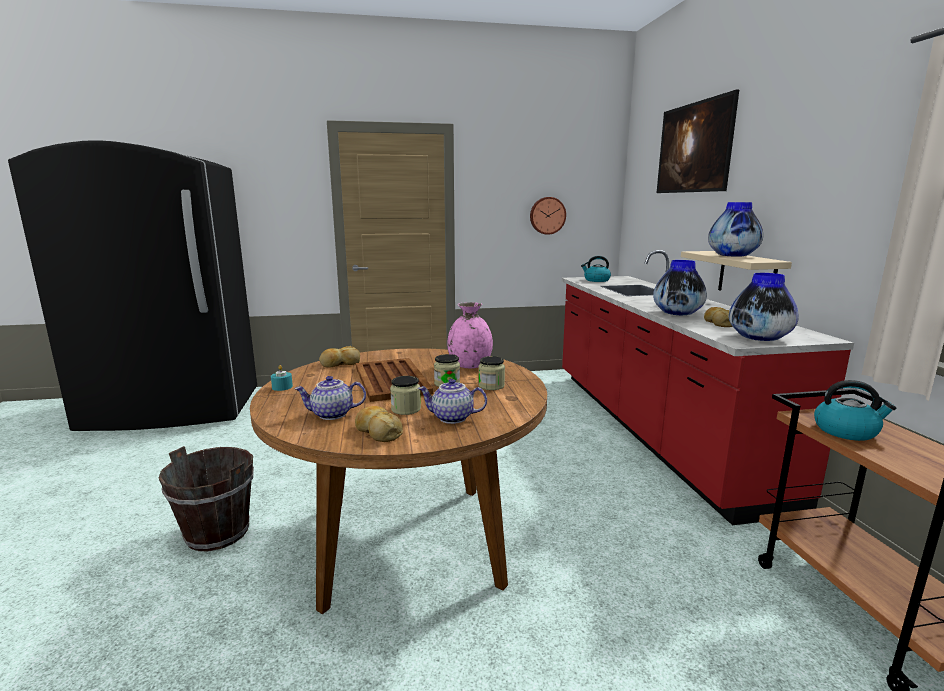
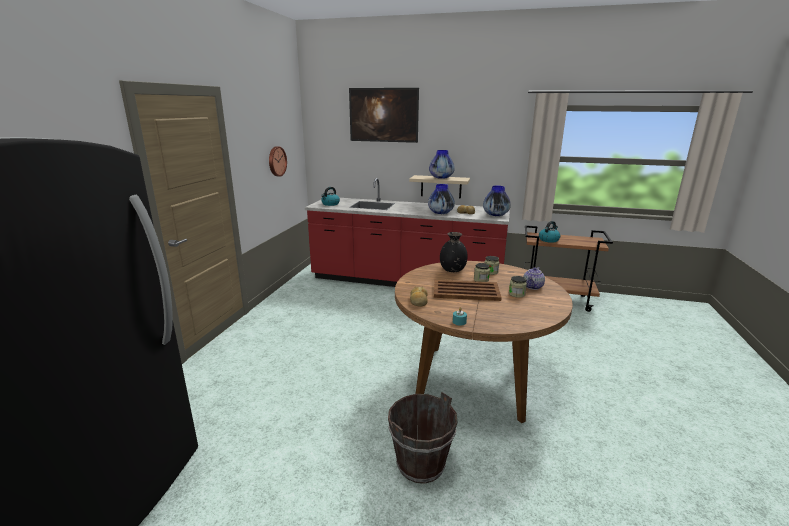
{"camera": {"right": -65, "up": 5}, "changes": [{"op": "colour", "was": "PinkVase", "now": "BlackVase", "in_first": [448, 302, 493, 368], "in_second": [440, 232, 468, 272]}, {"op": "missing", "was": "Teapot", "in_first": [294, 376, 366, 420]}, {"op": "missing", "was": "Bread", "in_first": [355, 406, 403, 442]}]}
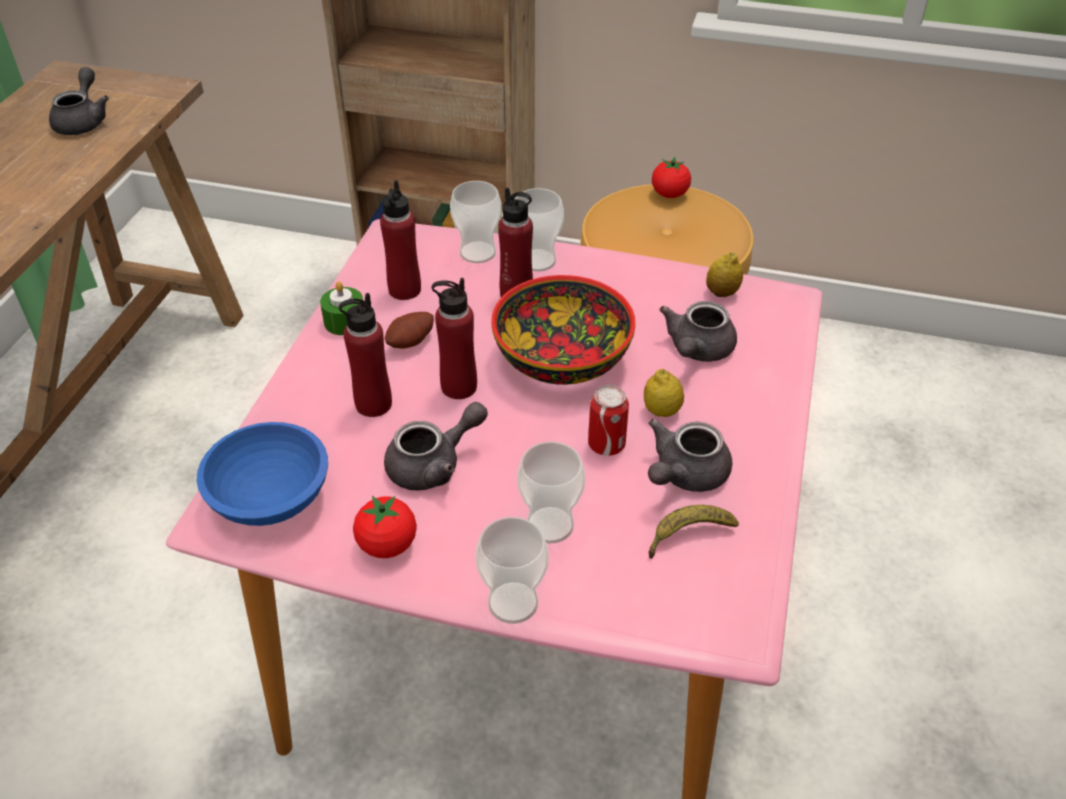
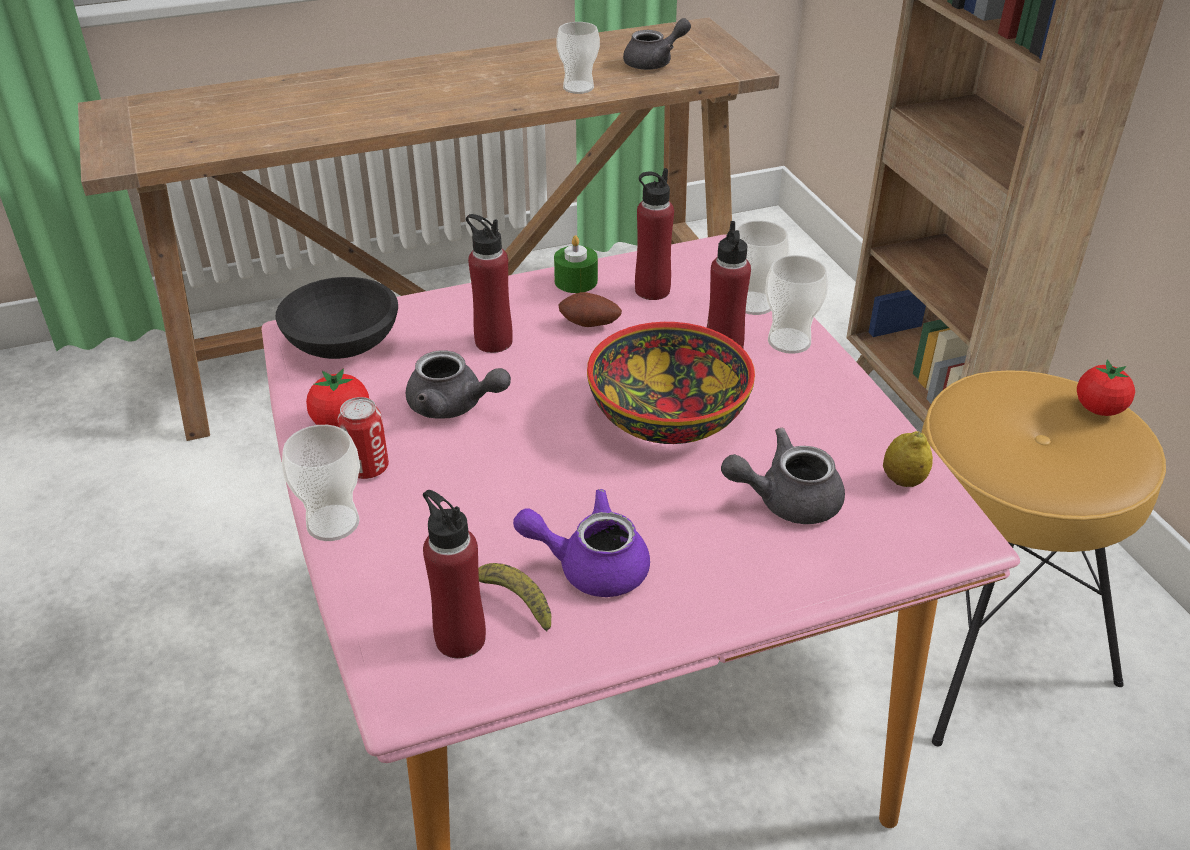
{"camera": {"right": 55, "up": -5}, "changes": [{"op": "colour", "was": "BlueBowl", "now": "BlackBowl", "in_first": [197, 422, 328, 526], "in_second": [275, 277, 398, 359]}, {"op": "relocated", "was": "Can", "in_first": [588, 385, 629, 456], "in_second": [338, 397, 389, 479]}, {"op": "relocated", "was": "RedBottle", "in_first": [432, 278, 477, 399], "in_second": [423, 490, 486, 658]}, {"op": "colour", "was": "GreyTeapot", "now": "PurpleTeapot", "in_first": [648, 419, 732, 492], "in_second": [513, 489, 650, 597]}, {"op": "relocated", "was": "Cup", "in_first": [517, 441, 585, 544], "in_second": [556, 22, 600, 94]}, {"op": "missing", "was": "Lemon", "in_first": [644, 369, 684, 417]}]}
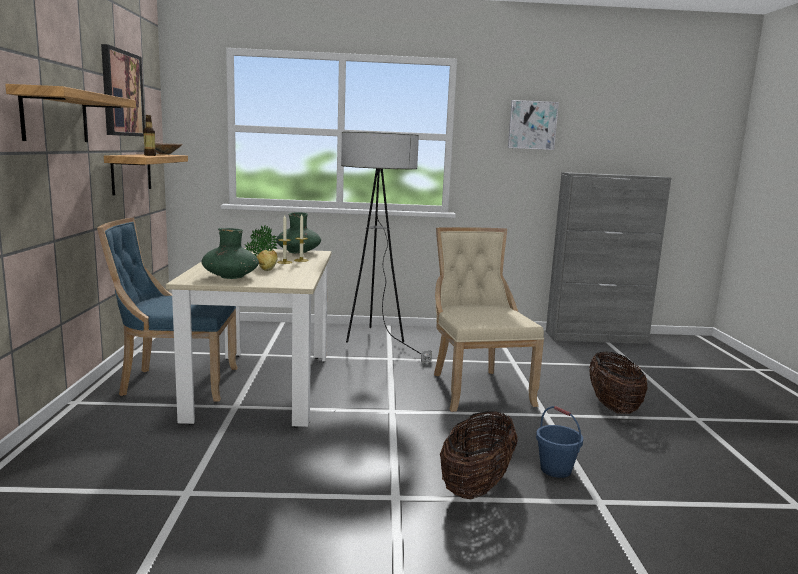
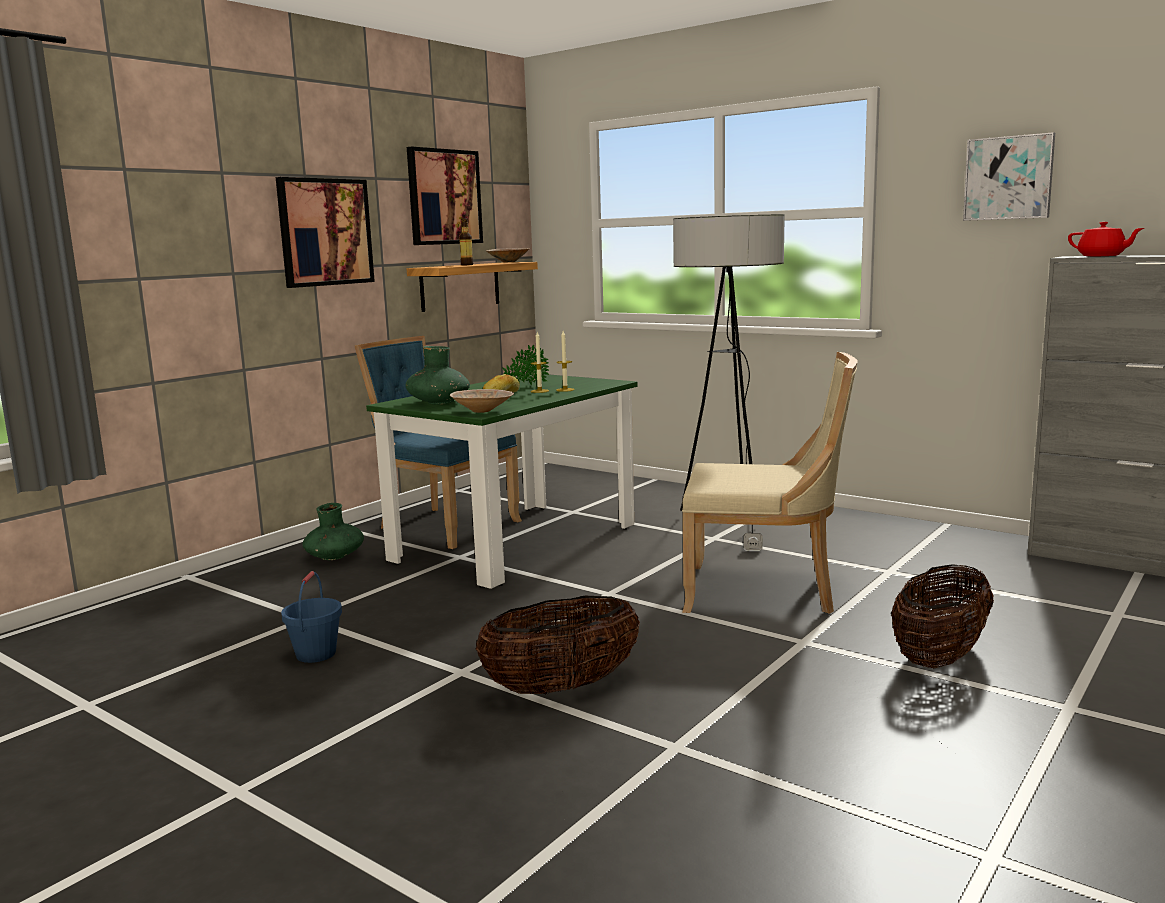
{"camera": {"right": 40, "up": 0}, "changes": [{"op": "exchanged", "was": "Shelf", "now": "Picture", "in_first": [5, 84, 136, 142], "in_second": [276, 177, 375, 288]}, {"op": "relocated", "was": "BlueBucket", "in_first": [536, 406, 583, 478], "in_second": [281, 571, 342, 663]}, {"op": "relocated", "was": "GreenVase", "in_first": [276, 212, 321, 253], "in_second": [303, 503, 364, 560]}, {"op": "colour", "was": "BeigeDiningTable", "now": "GreenDiningTable", "in_first": [166, 248, 332, 428], "in_second": [366, 373, 638, 589]}, {"op": "appeared", "now": "BeigeBowl", "in_second": [450, 389, 514, 413]}, {"op": "spun", "was": "BeigeChair", "in_first": [434, 227, 544, 412], "in_second": [682, 352, 857, 614], "clockwise": 75}, {"op": "appeared", "now": "RedTeapot", "in_second": [1068, 222, 1144, 256]}]}
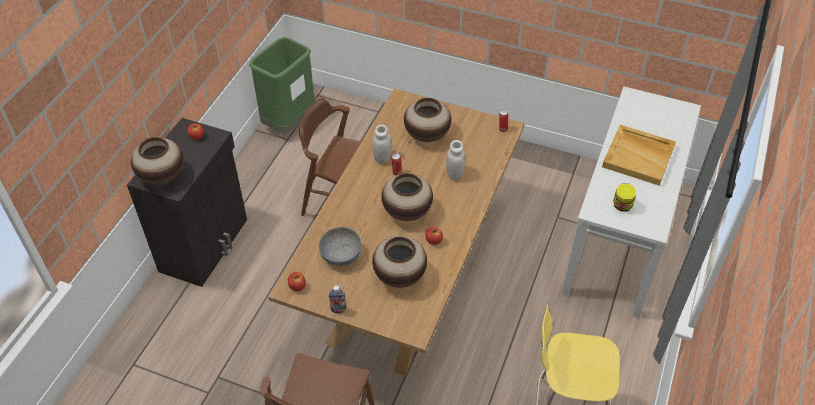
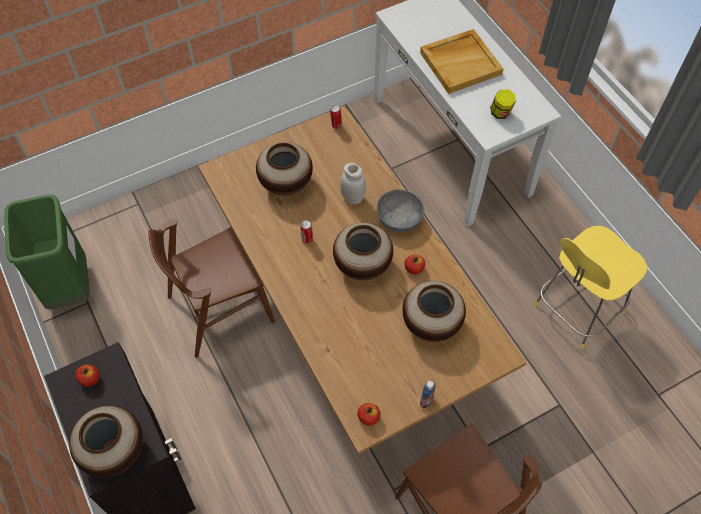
{"camera": {"right": -50, "up": 10}, "changes": [{"op": "relocated", "was": "GreyBowl", "in_first": [319, 227, 362, 266], "in_second": [377, 189, 424, 232]}, {"op": "missing", "was": "WhiteJar", "in_first": [373, 124, 391, 164]}]}
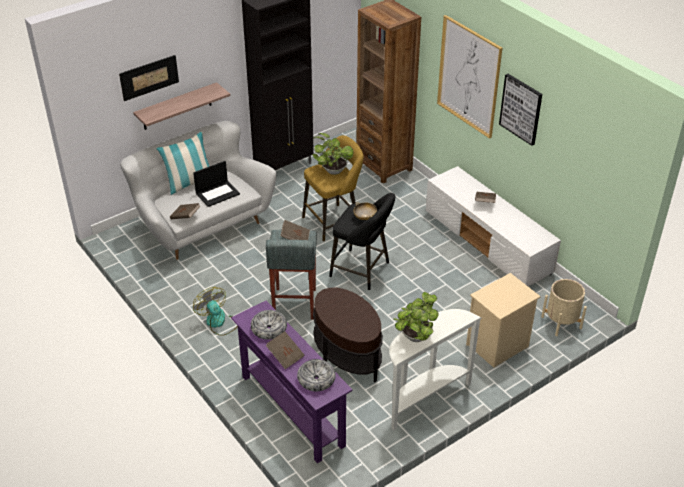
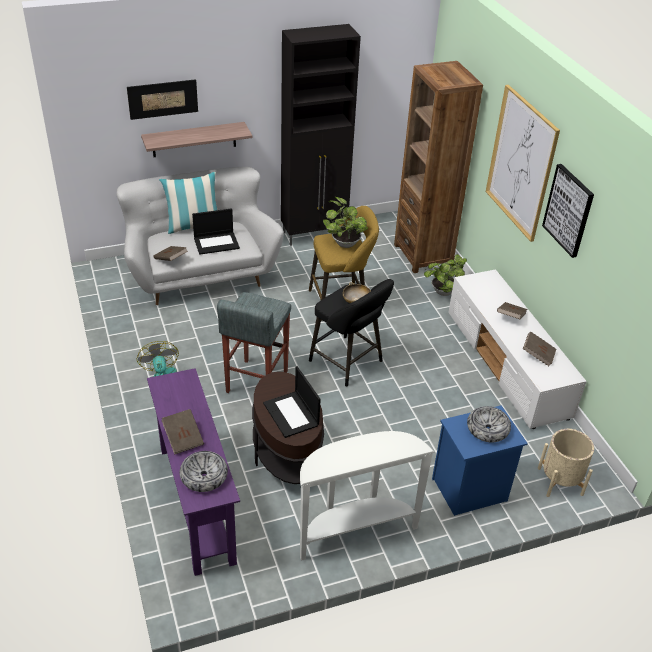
{"camera": {"right": 15, "up": 0}, "changes": [{"op": "appeared", "now": "Laptop", "in_second": [263, 366, 321, 438]}, {"op": "relocated", "was": "PottedPlant", "in_first": [394, 292, 439, 342], "in_second": [424, 254, 467, 296]}, {"op": "colour", "was": "BeigeNightstand", "now": "BlueNightstand", "in_first": [466, 273, 541, 368], "in_second": [432, 405, 528, 516]}, {"op": "relocated", "was": "Bowl", "in_first": [251, 310, 287, 340], "in_second": [467, 406, 511, 442]}, {"op": "relocated", "was": "BrownBook", "in_first": [280, 220, 310, 240], "in_second": [523, 332, 556, 366]}]}
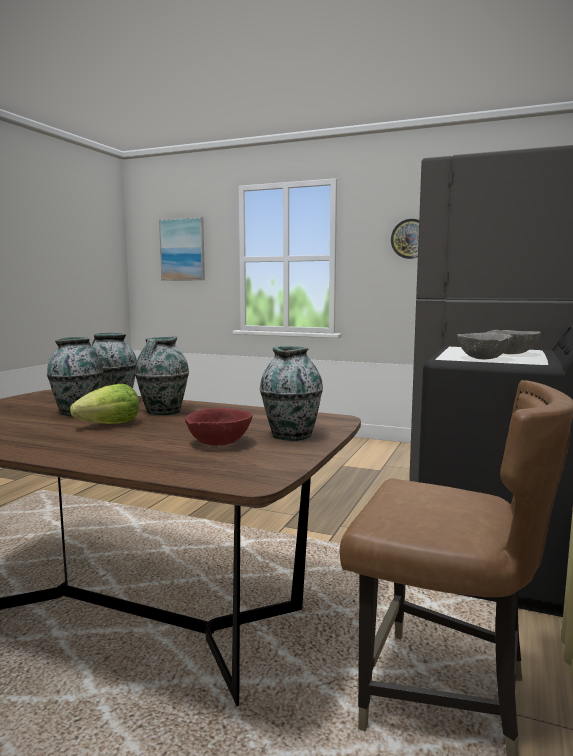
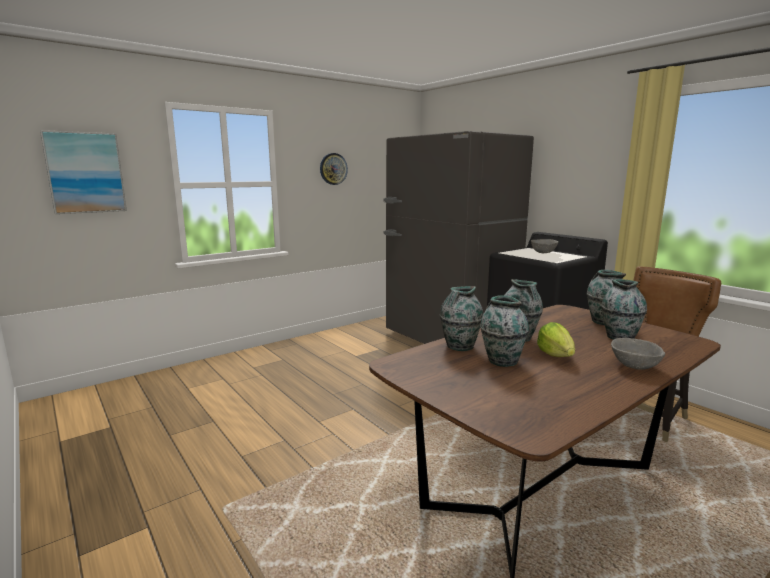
{"camera": {"right": -60, "up": 5}, "changes": [{"op": "exchanged", "was": "RedBowl", "now": "Vase", "in_first": [185, 408, 252, 446], "in_second": [601, 279, 647, 340]}, {"op": "relocated", "was": "GreyBowl", "in_first": [457, 332, 513, 359], "in_second": [611, 338, 665, 370]}]}
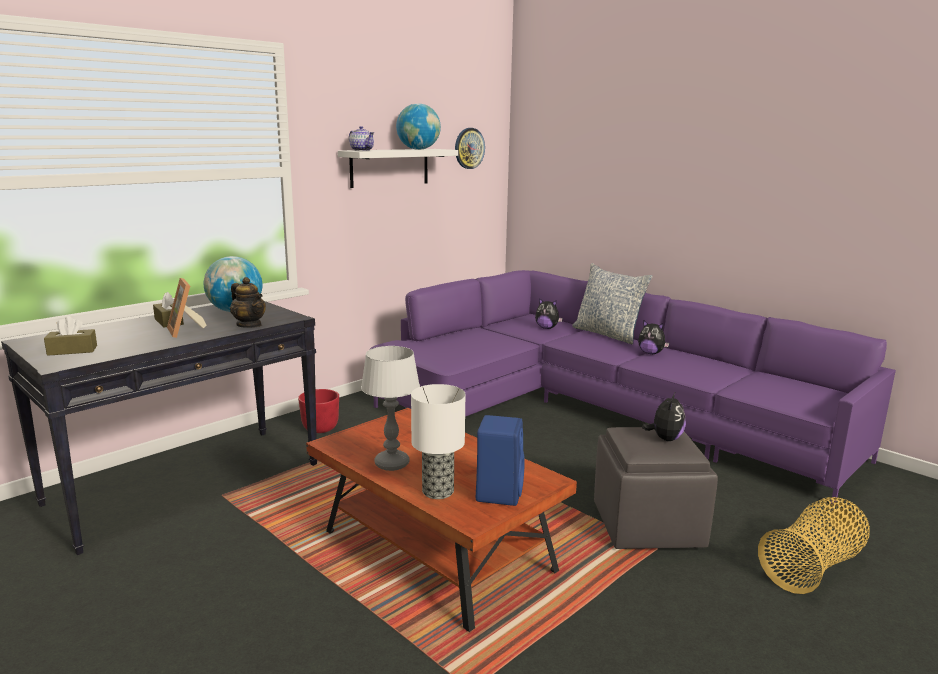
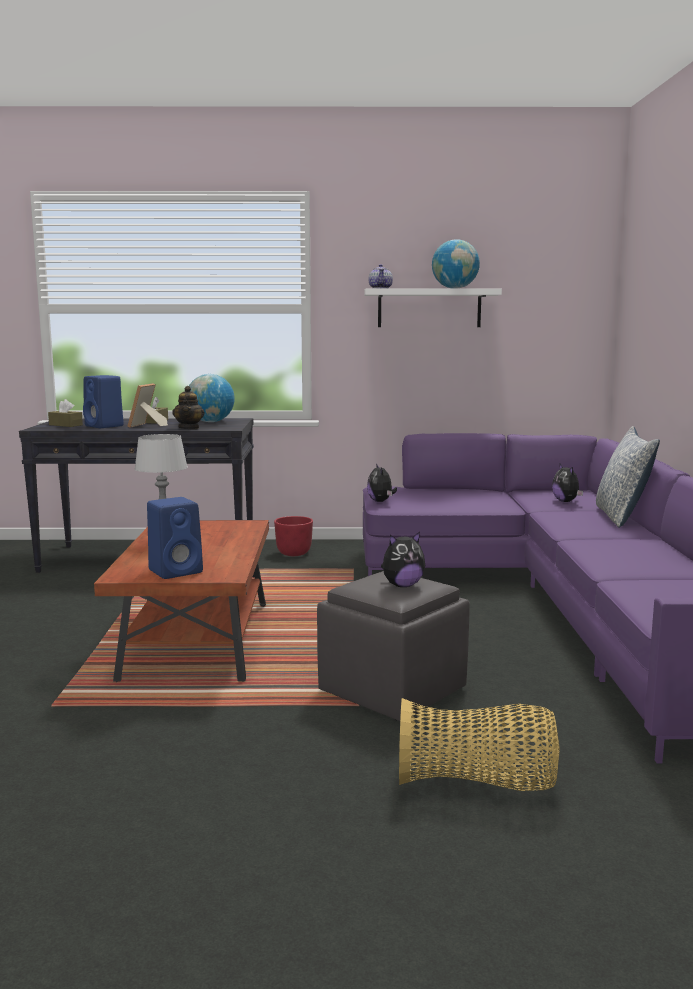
{"camera": {"right": 45, "up": -5}, "changes": [{"op": "appeared", "now": "BlueSpeaker", "in_second": [83, 375, 124, 428]}, {"op": "relocated", "was": "PlushToy", "in_first": [638, 321, 669, 354], "in_second": [367, 463, 397, 502]}, {"op": "missing", "was": "TableLamp", "in_first": [411, 384, 465, 499]}, {"op": "missing", "was": "WallClock", "in_first": [455, 128, 485, 169]}]}
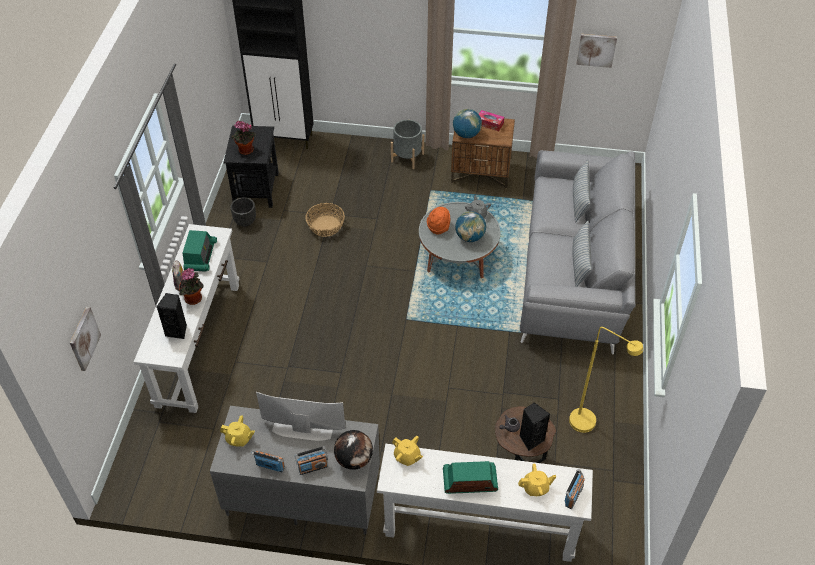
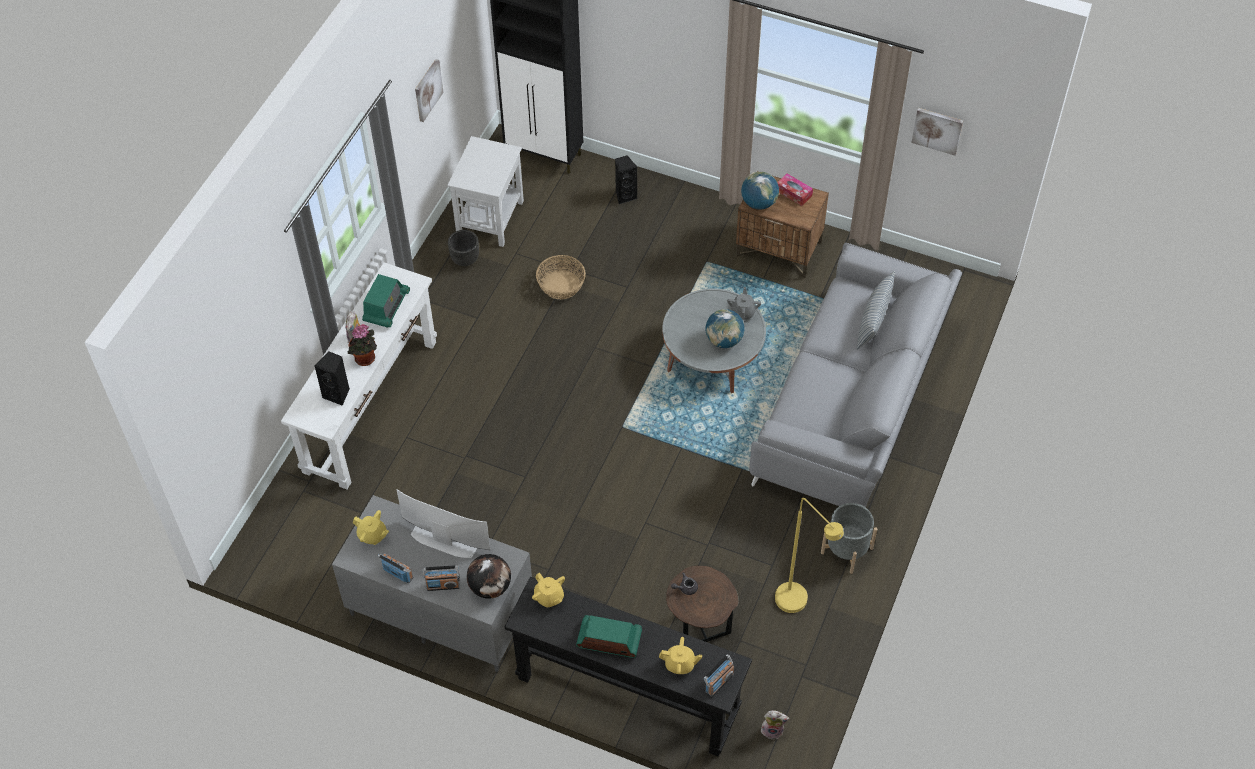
{"camera": {"right": 15, "up": 5}, "changes": [{"op": "relocated", "was": "Picture", "in_first": [70, 307, 101, 371], "in_second": [415, 59, 443, 122]}, {"op": "colour", "was": "BlackSideTable", "now": "WhiteSideTable", "in_first": [223, 125, 279, 208], "in_second": [447, 136, 524, 247]}, {"op": "colour", "was": "WhiteConsoleTable", "now": "BlackConsoleTable", "in_first": [377, 444, 593, 562], "in_second": [504, 577, 752, 757]}, {"op": "relocated", "was": "BlackSpeaker", "in_first": [520, 402, 550, 451], "in_second": [615, 155, 638, 204]}, {"op": "appeared", "now": "PlushToy", "in_second": [761, 710, 789, 739]}, {"op": "relocated", "was": "GreyPlanter", "in_first": [391, 120, 424, 169], "in_second": [821, 503, 877, 574]}, {"op": "missing", "was": "PottedPlant", "in_first": [232, 121, 256, 155]}, {"op": "missing", "was": "OrangeHat", "in_first": [427, 207, 450, 234]}, {"op": "missing", "was": "Pillow", "in_first": [572, 220, 591, 287]}]}
